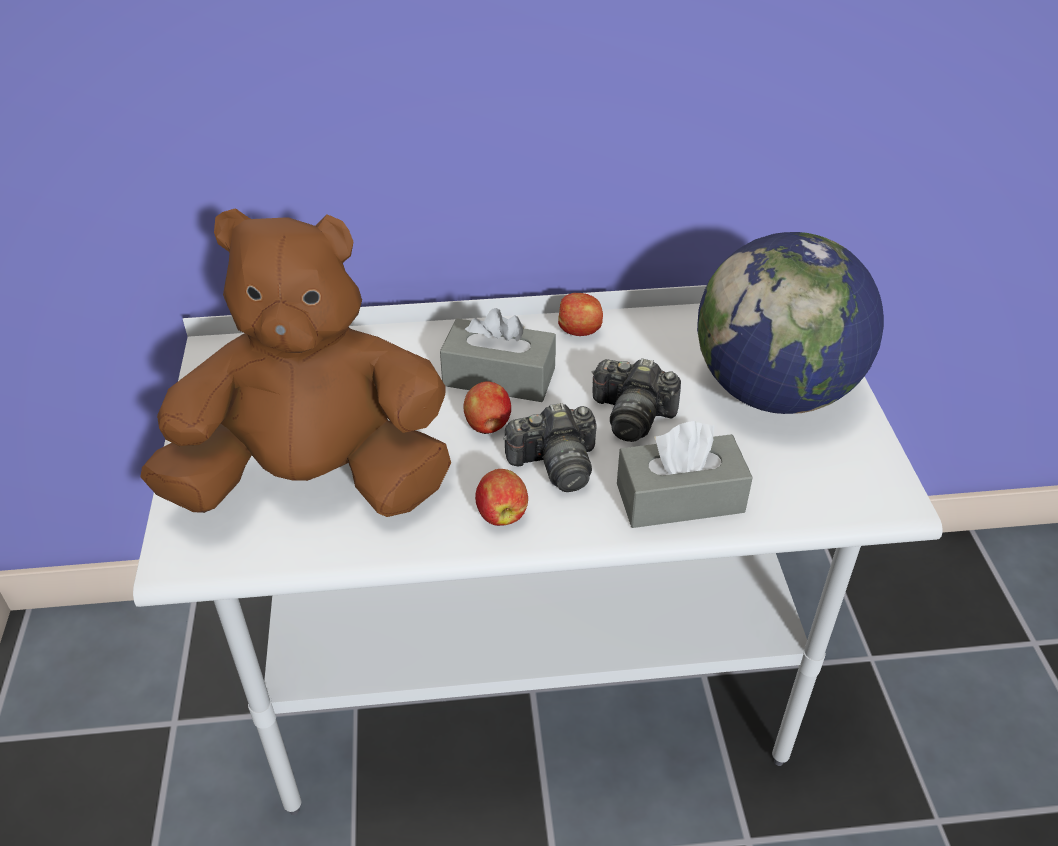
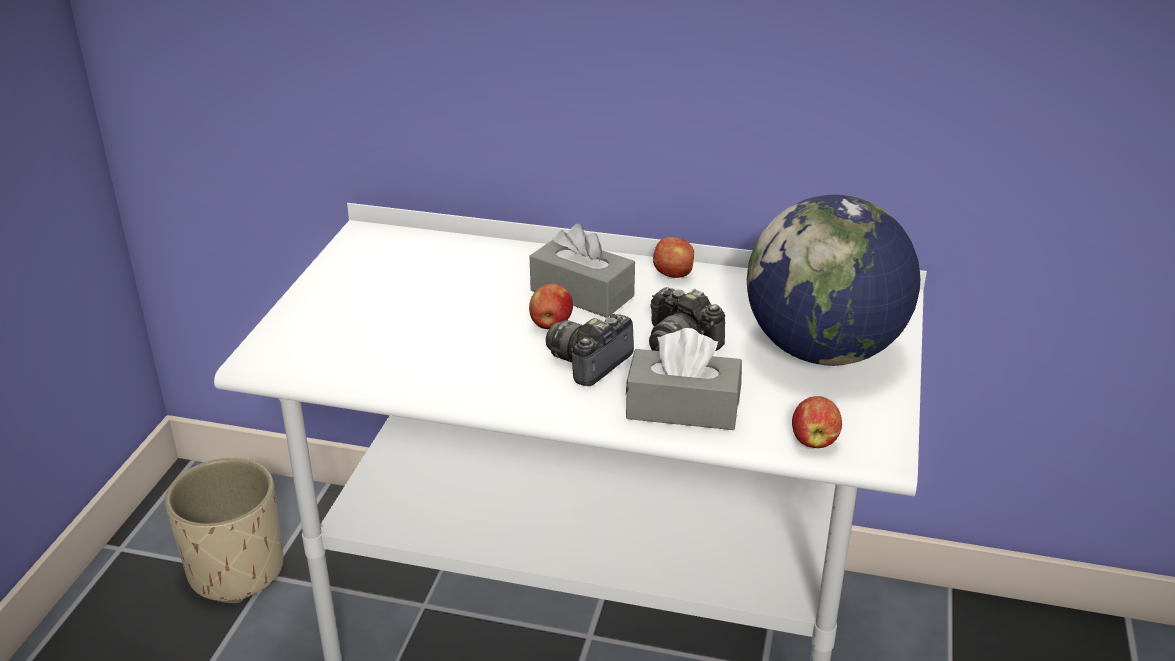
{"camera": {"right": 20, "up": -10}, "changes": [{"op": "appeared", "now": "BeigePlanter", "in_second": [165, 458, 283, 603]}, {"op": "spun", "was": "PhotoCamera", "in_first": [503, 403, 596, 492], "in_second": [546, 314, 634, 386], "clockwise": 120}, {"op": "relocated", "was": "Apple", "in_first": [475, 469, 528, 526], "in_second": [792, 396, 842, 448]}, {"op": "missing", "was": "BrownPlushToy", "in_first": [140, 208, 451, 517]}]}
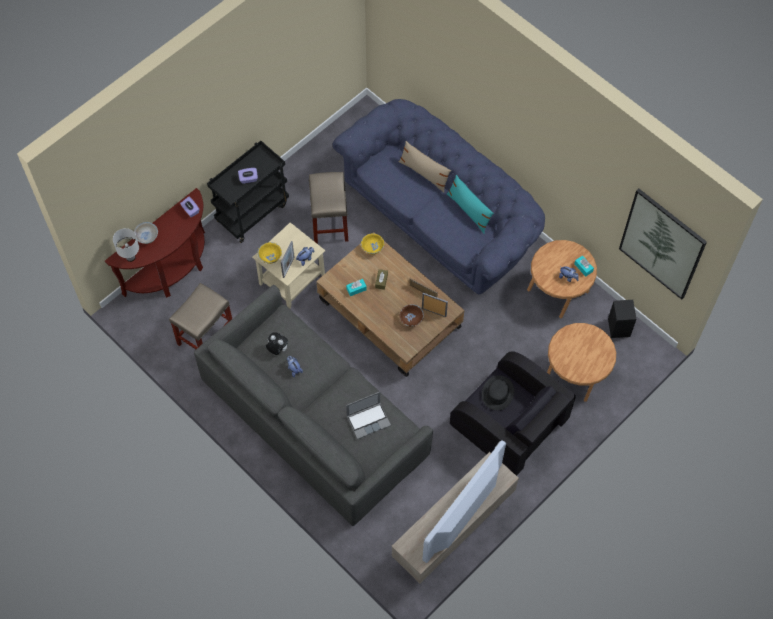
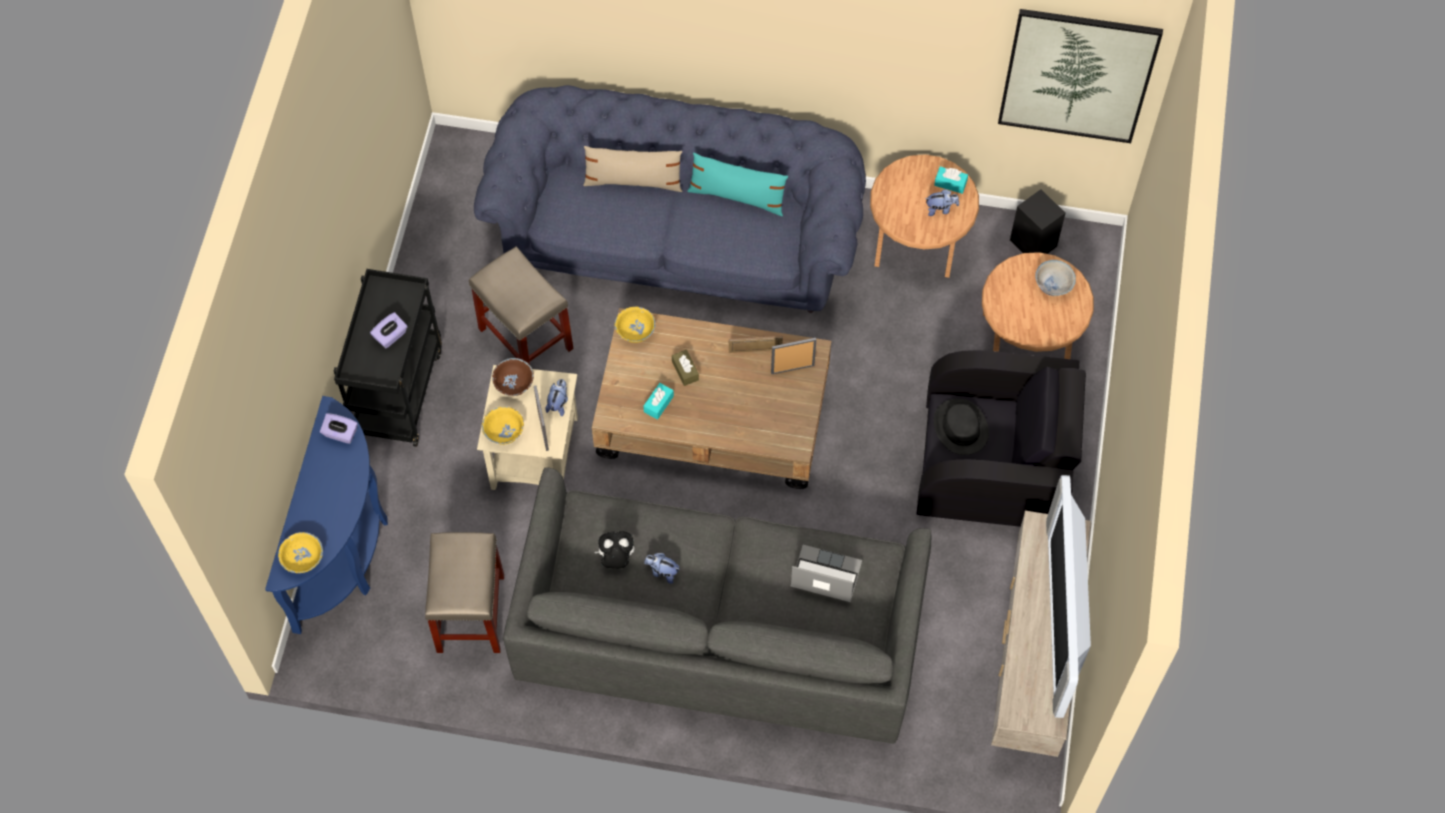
{"camera": {"right": -35, "up": 0}, "changes": [{"op": "colour", "was": "BrownConsoleTable", "now": "BlueConsoleTable", "in_first": [105, 188, 205, 298], "in_second": [265, 396, 388, 634]}, {"op": "exchanged", "was": "WhiteTableLamp", "now": "YellowBowl", "in_first": [113, 228, 139, 262], "in_second": [278, 532, 323, 573]}, {"op": "relocated", "was": "BrownBowl", "in_first": [399, 304, 424, 327], "in_second": [492, 358, 534, 396]}, {"op": "spun", "was": "Laptop", "in_first": [346, 392, 391, 439], "in_second": [791, 545, 862, 602], "clockwise": -105}, {"op": "relocated", "was": "WhiteBowl", "in_first": [134, 222, 158, 244], "in_second": [1035, 260, 1076, 296]}]}
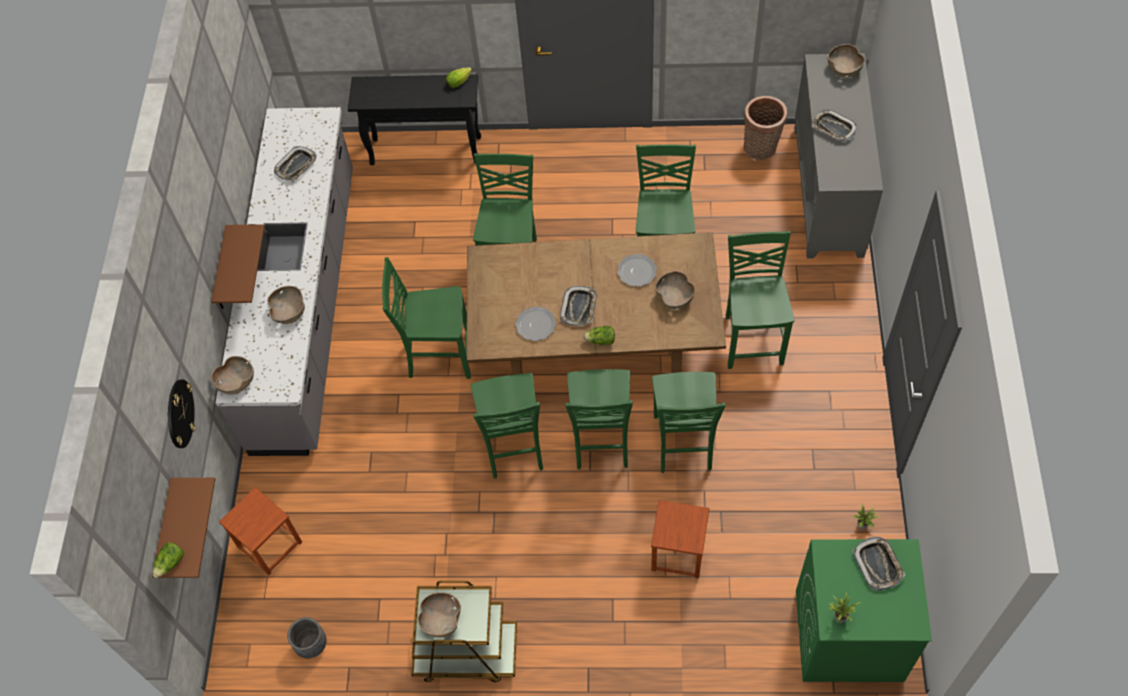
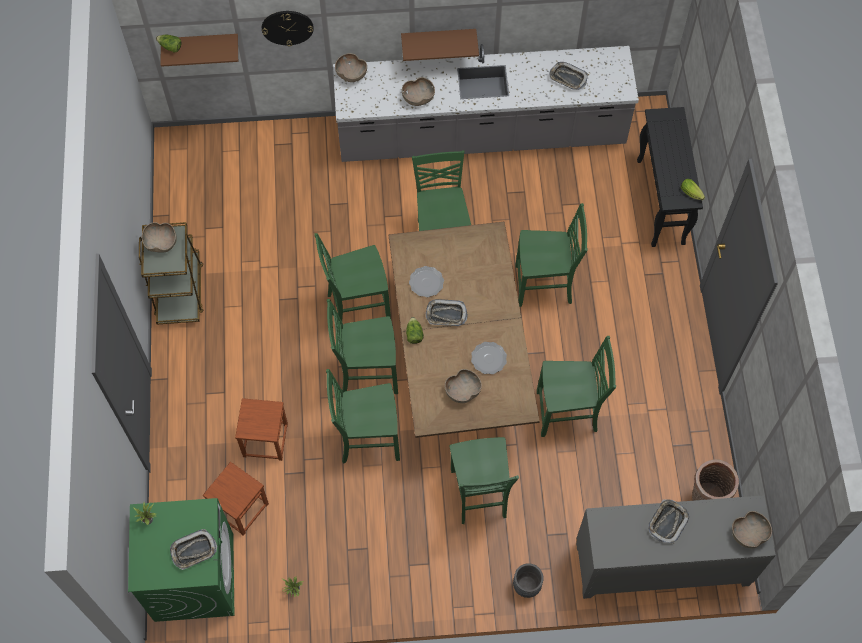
{"camera": {"right": 80, "up": 5}, "changes": [{"op": "relocated", "was": "BrownStool", "in_first": [219, 487, 302, 575], "in_second": [203, 462, 269, 536]}, {"op": "spun", "was": "GreenChair", "in_first": [726, 231, 794, 369], "in_second": [450, 437, 519, 524], "clockwise": 90}, {"op": "relocated", "was": "GreyPlanter", "in_first": [287, 617, 327, 658], "in_second": [513, 563, 544, 598]}]}
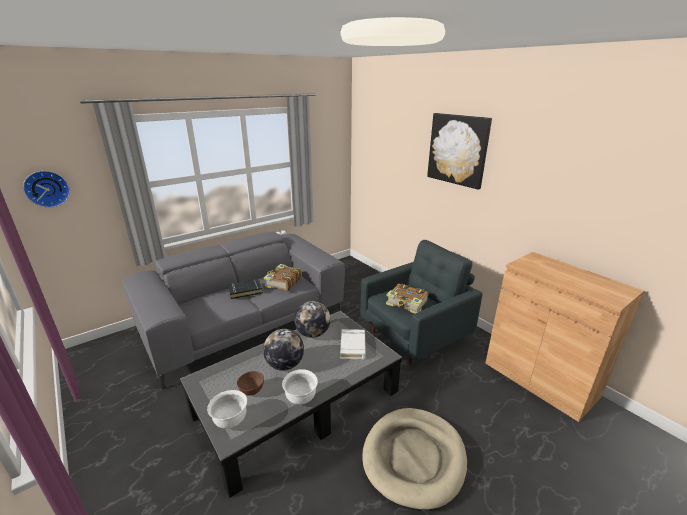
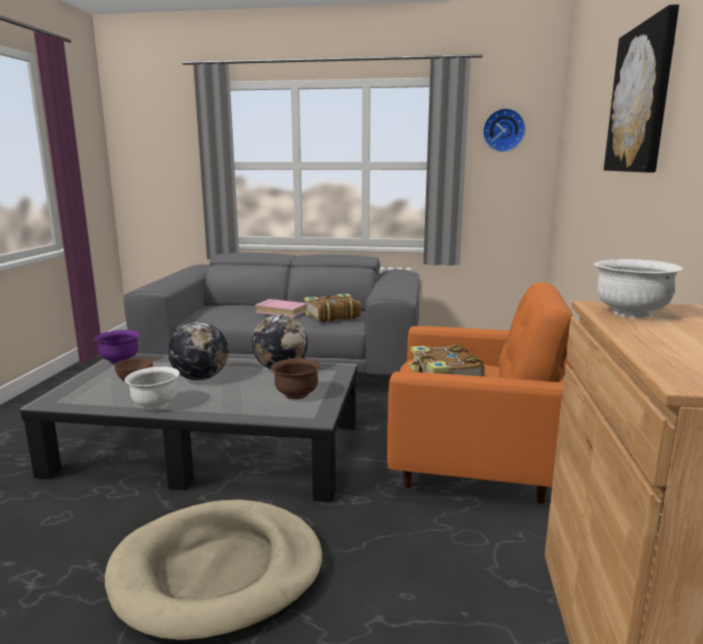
{"camera": {"right": 45, "up": -10}, "changes": [{"op": "appeared", "now": "PurpleBowl", "in_second": [94, 330, 140, 364]}, {"op": "colour", "was": "BlackBook", "now": "PinkBook", "in_first": [228, 279, 263, 299], "in_second": [255, 299, 307, 317]}, {"op": "exchanged", "was": "WhiteBook", "now": "BrownBowl", "in_first": [340, 329, 366, 359], "in_second": [271, 358, 320, 399]}, {"op": "colour", "was": "GreyArmchair", "now": "OrangeArmchair", "in_first": [361, 240, 483, 365], "in_second": [387, 282, 574, 504]}, {"op": "relocated", "was": "WallClock", "in_first": [23, 171, 70, 208], "in_second": [483, 108, 526, 152]}, {"op": "relocated", "was": "WhiteBowl", "in_first": [207, 390, 247, 429], "in_second": [594, 259, 683, 318]}]}
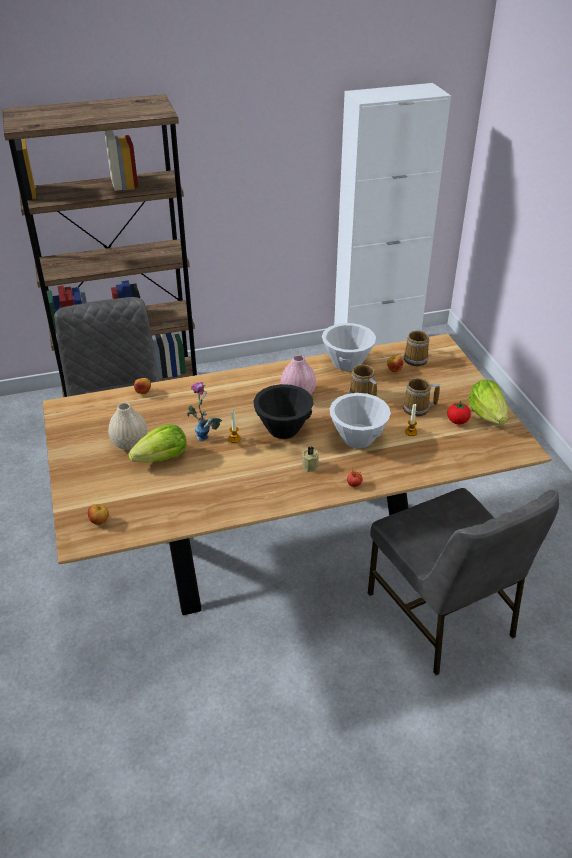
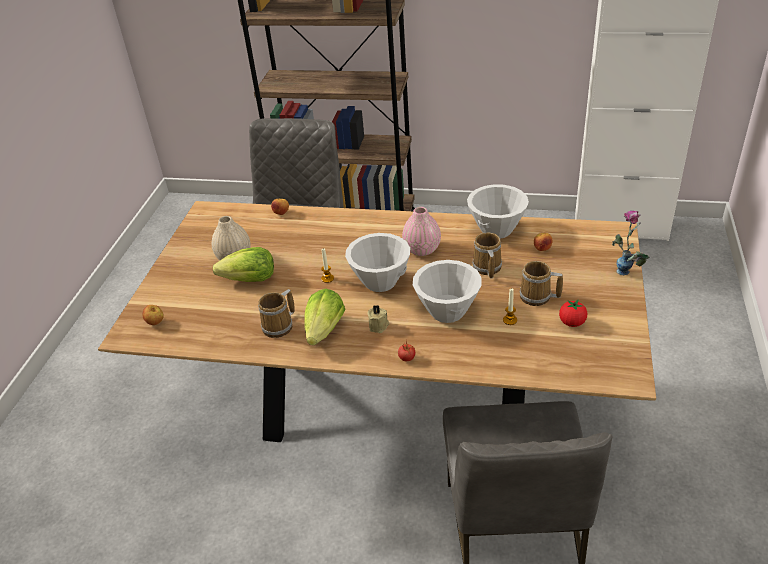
{"camera": {"right": 30, "up": 0}, "changes": [{"op": "relocated", "was": "Mug", "in_first": [404, 328, 430, 366], "in_second": [258, 289, 295, 338]}, {"op": "relocated", "was": "Lettuce", "in_first": [468, 380, 508, 425], "in_second": [304, 288, 345, 345]}, {"op": "colour", "was": "BlackBowl", "now": "WhiteBowl", "in_first": [253, 384, 314, 439], "in_second": [345, 233, 410, 292]}, {"op": "relocated", "was": "Vase", "in_first": [187, 382, 222, 441], "in_second": [612, 211, 650, 275]}]}
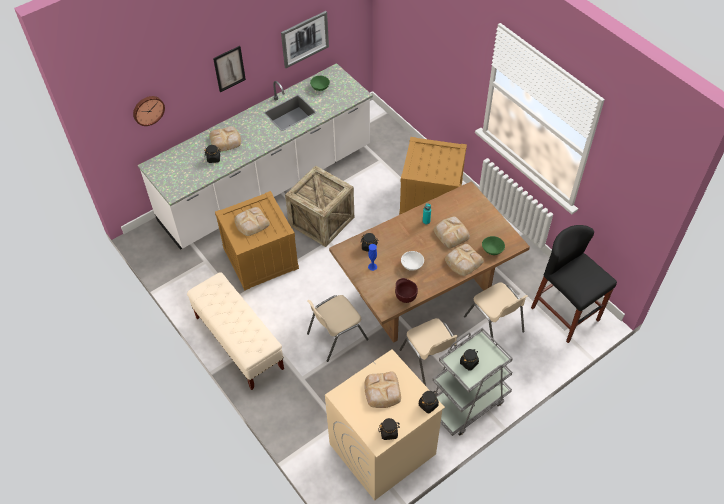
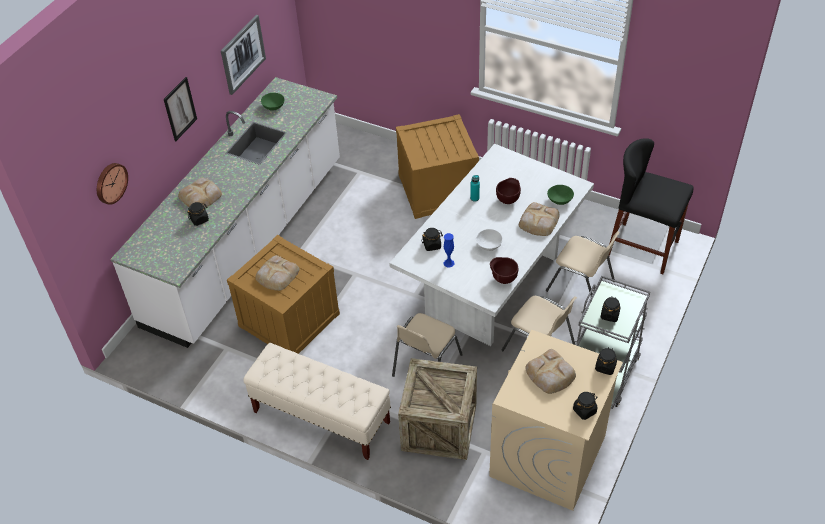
{"camera": {"right": -25, "up": -5}, "changes": [{"op": "colour", "was": "BrownDiningTable", "now": "WhiteDiningTable", "in_first": [329, 181, 530, 343], "in_second": [389, 144, 594, 346]}, {"op": "relocated", "was": "Crate", "in_first": [285, 165, 354, 247], "in_second": [398, 358, 477, 460]}, {"op": "exchanged", "was": "Bread", "now": "BrownBowl", "in_first": [434, 217, 470, 248], "in_second": [496, 178, 521, 204]}]}
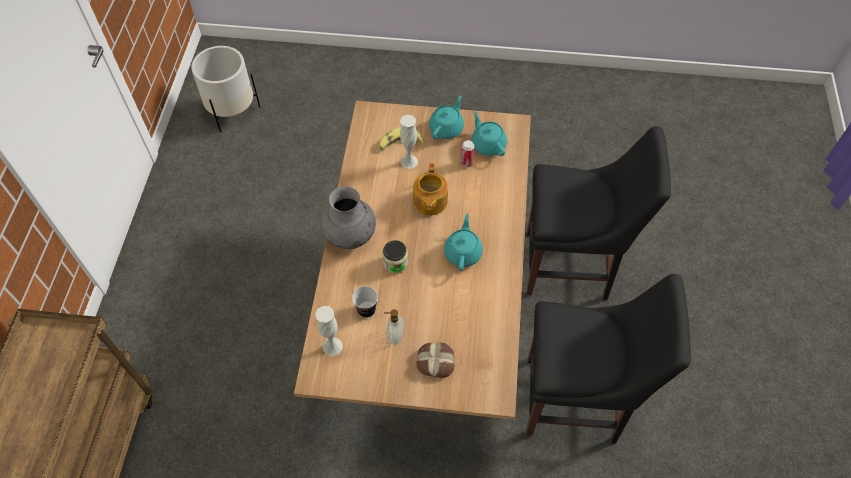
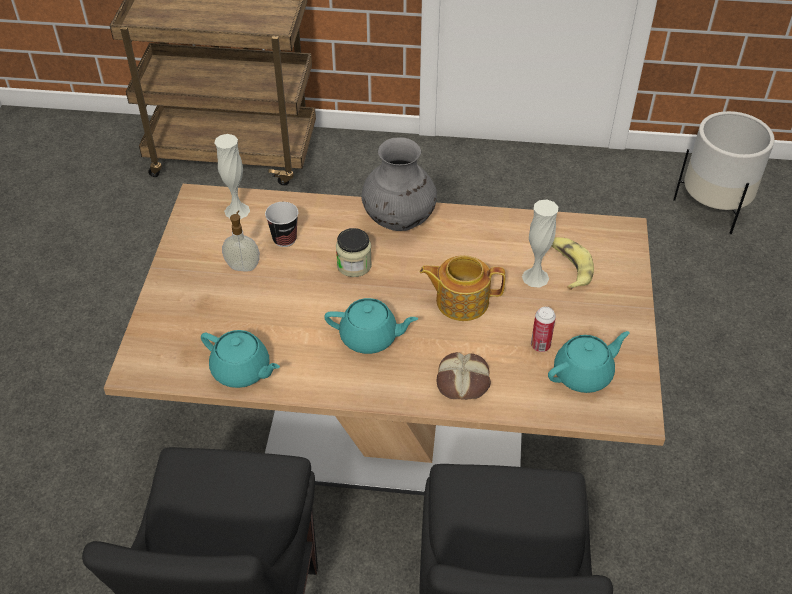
{"camera": {"right": 90, "up": -10}, "changes": [{"op": "relocated", "was": "TurquoiseTeapot", "in_first": [429, 95, 464, 139], "in_second": [201, 330, 280, 388]}, {"op": "relocated", "was": "Bread", "in_first": [416, 342, 455, 378], "in_second": [437, 352, 491, 400]}]}
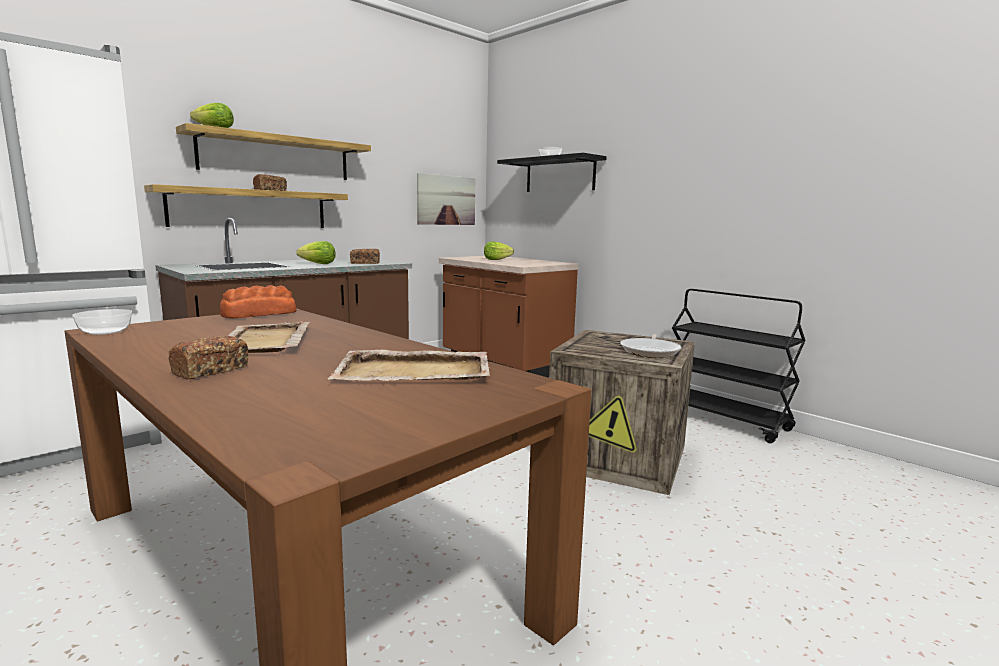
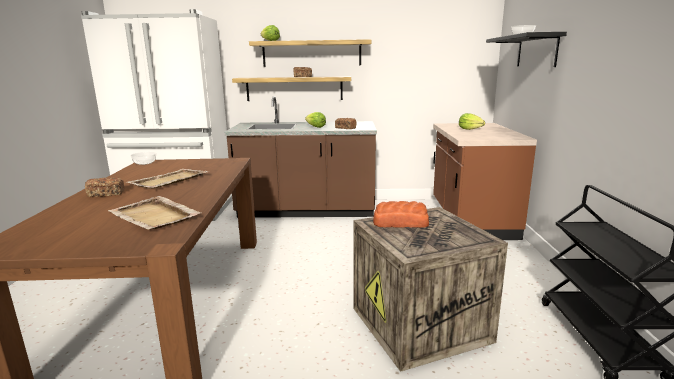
{"camera": {"right": 45, "up": 5}, "changes": [{"op": "relocated", "was": "Bread", "in_first": [219, 285, 296, 319], "in_second": [373, 201, 429, 228]}, {"op": "missing", "was": "Picture", "in_first": [417, 173, 475, 225]}, {"op": "missing", "was": "FryingPan", "in_first": [620, 334, 682, 358]}]}
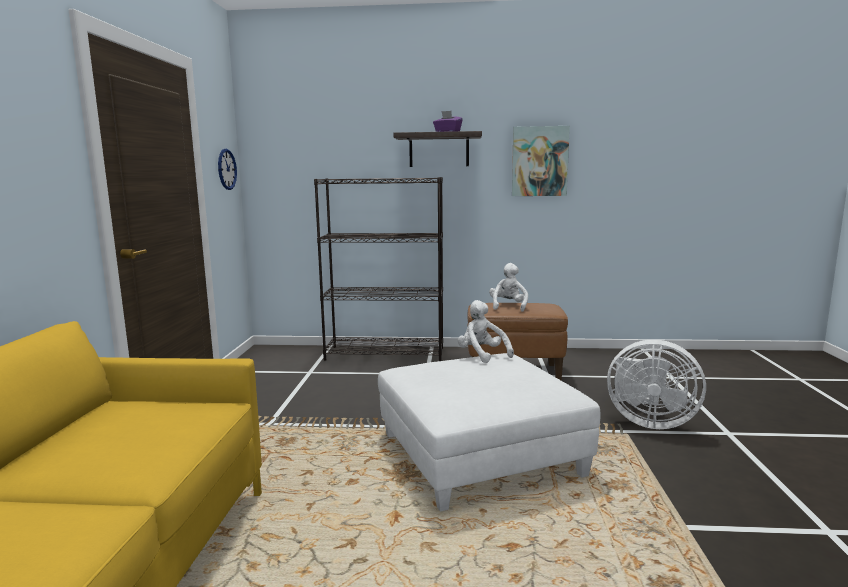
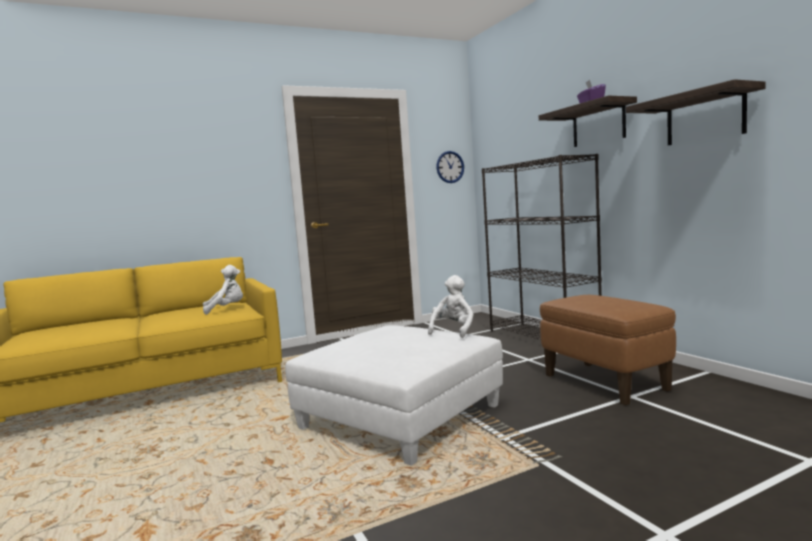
{"camera": {"right": 60, "up": -5}, "changes": [{"op": "relocated", "was": "WhitePlushToy", "in_first": [489, 263, 528, 312], "in_second": [203, 265, 243, 315]}, {"op": "exchanged", "was": "Picture", "now": "Shelf", "in_first": [512, 126, 570, 196], "in_second": [626, 79, 765, 145]}, {"op": "missing", "was": "WhiteFan", "in_first": [607, 339, 706, 429]}]}
